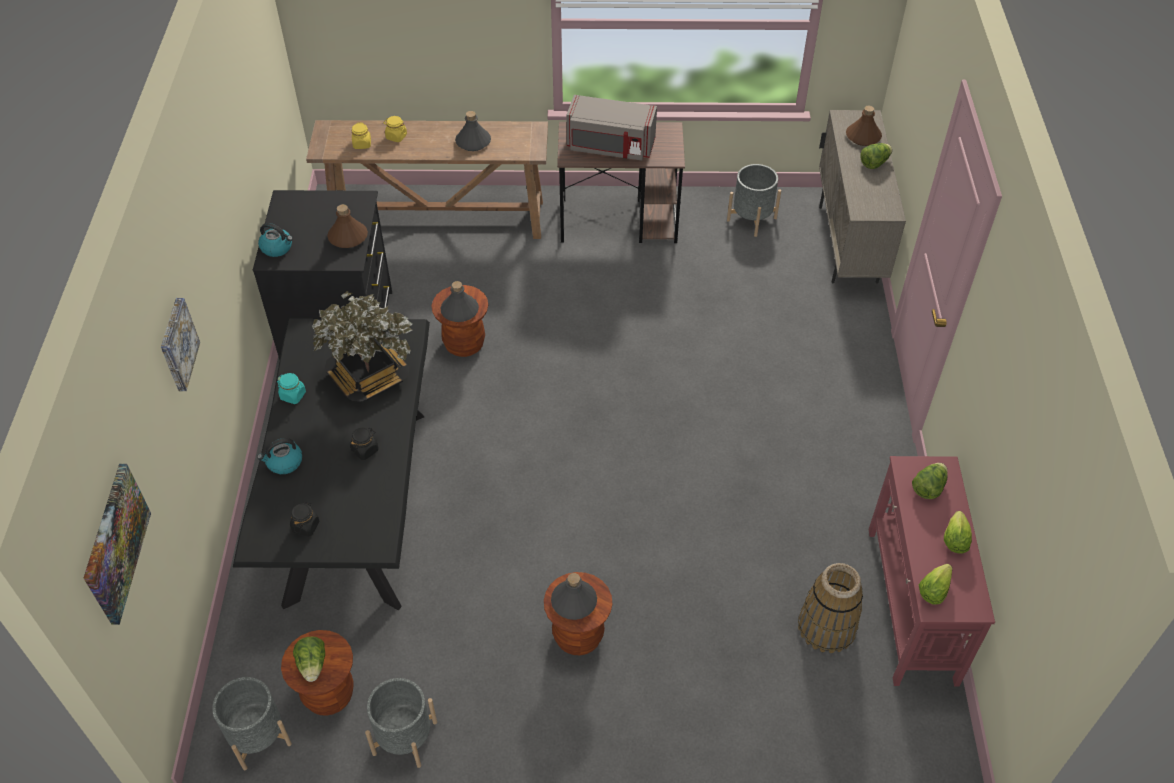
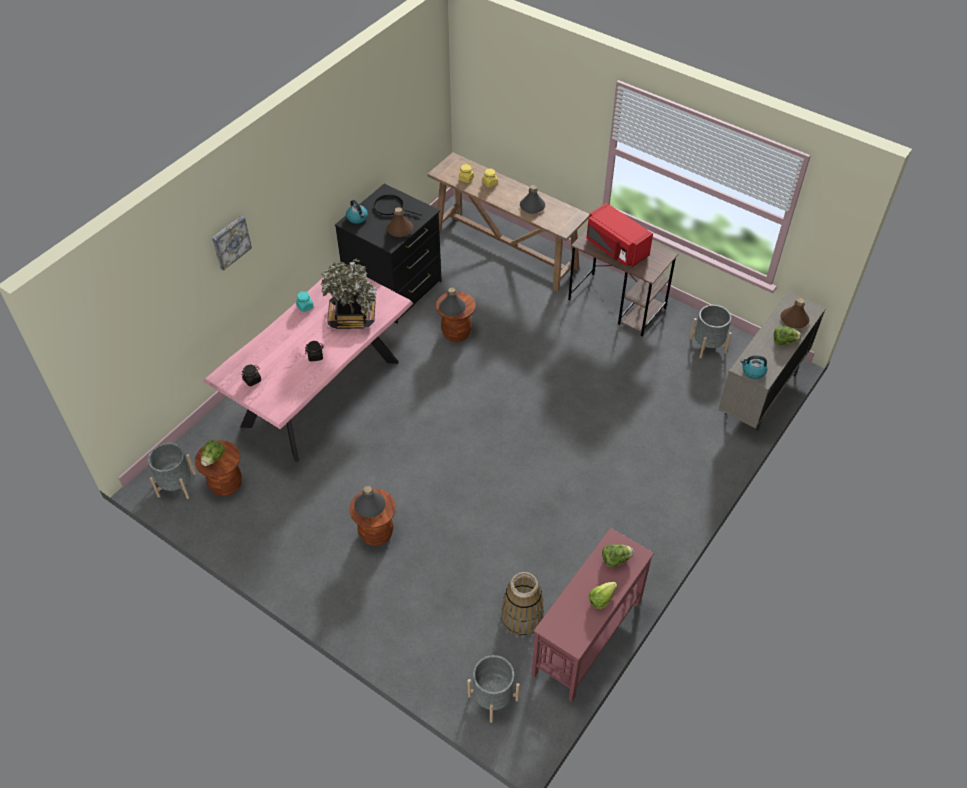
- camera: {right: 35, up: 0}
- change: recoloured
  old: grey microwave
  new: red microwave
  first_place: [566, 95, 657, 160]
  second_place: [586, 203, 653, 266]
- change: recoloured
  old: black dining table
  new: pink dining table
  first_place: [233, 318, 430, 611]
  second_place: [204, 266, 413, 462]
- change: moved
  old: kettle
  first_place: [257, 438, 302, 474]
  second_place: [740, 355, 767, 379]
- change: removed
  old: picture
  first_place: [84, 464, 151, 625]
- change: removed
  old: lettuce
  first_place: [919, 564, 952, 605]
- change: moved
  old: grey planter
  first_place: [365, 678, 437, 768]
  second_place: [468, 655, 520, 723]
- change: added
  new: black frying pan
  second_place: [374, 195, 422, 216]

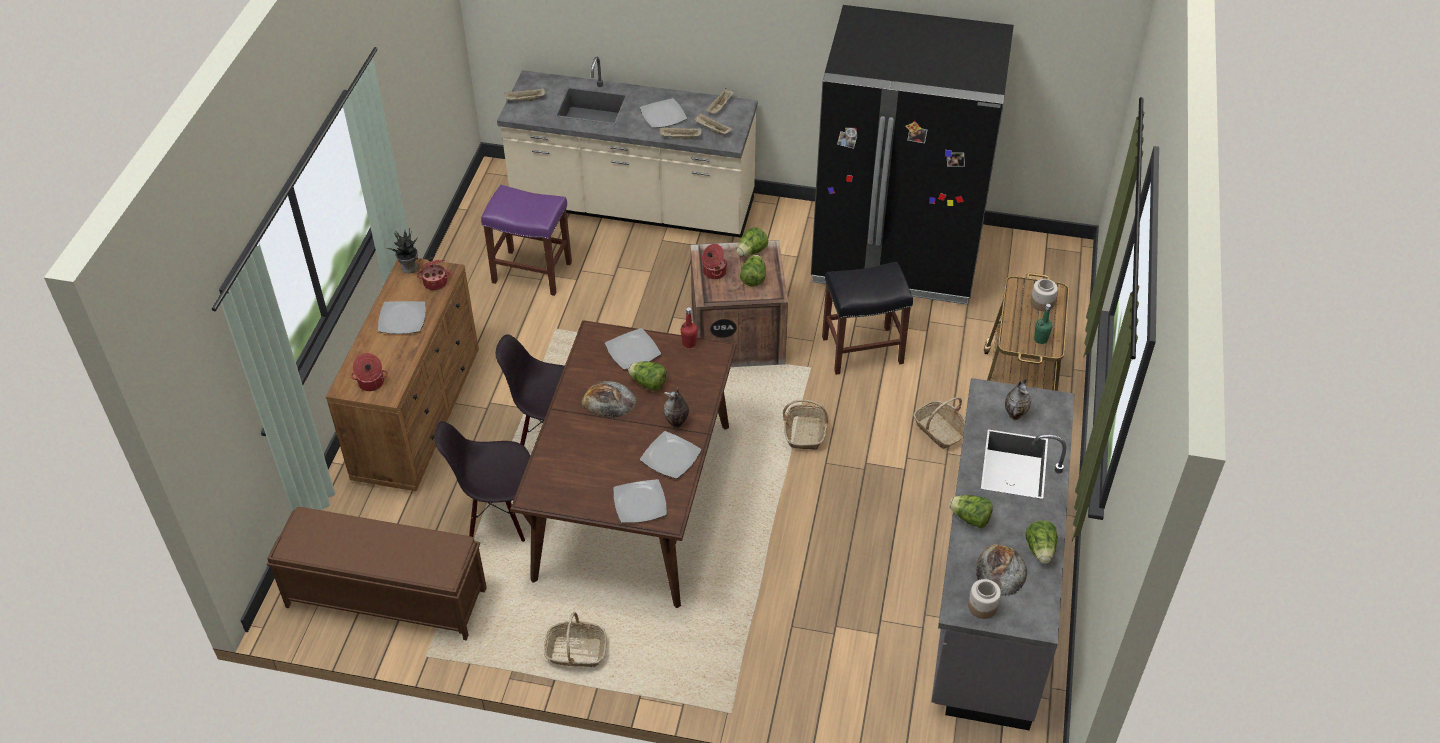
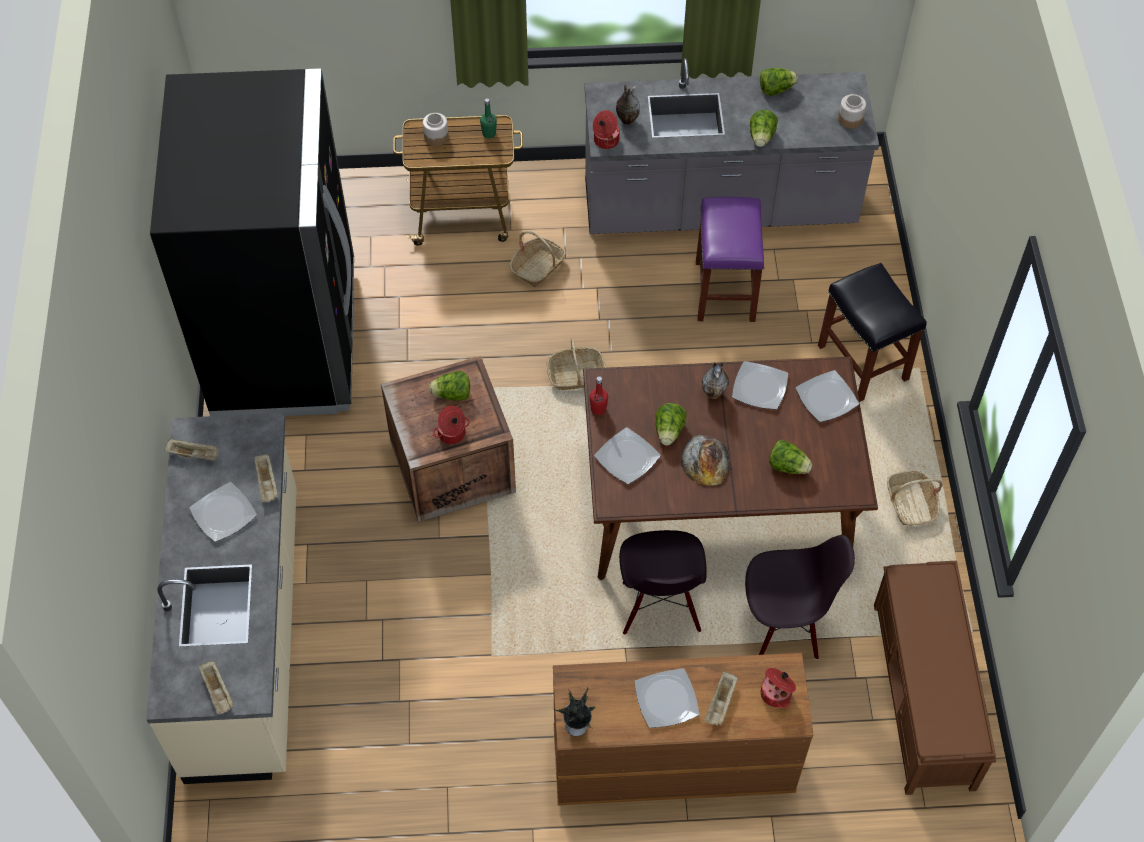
- camera: {right: -105, up: 10}
- change: moved
  old: beige tray
  first_place: [694, 113, 732, 134]
  second_place: [704, 671, 738, 725]
- change: moved
  old: purple stool
  first_place: [481, 185, 572, 296]
  second_place: [696, 197, 764, 322]
- change: moved
  old: lettuce
  first_place: [736, 227, 768, 257]
  second_place: [769, 440, 812, 474]
- change: moved
  old: cooking pot
  first_place: [417, 257, 451, 290]
  second_place: [593, 110, 620, 149]
- change: moved
  old: black stool
  first_place: [822, 261, 913, 375]
  second_place: [818, 263, 927, 402]
- change: turned
  old: black chair
  first_place: [434, 421, 530, 542]
  second_place: [745, 535, 855, 660]
  degrees: -75
- change: removed
  old: bread
  first_place: [976, 545, 1027, 596]

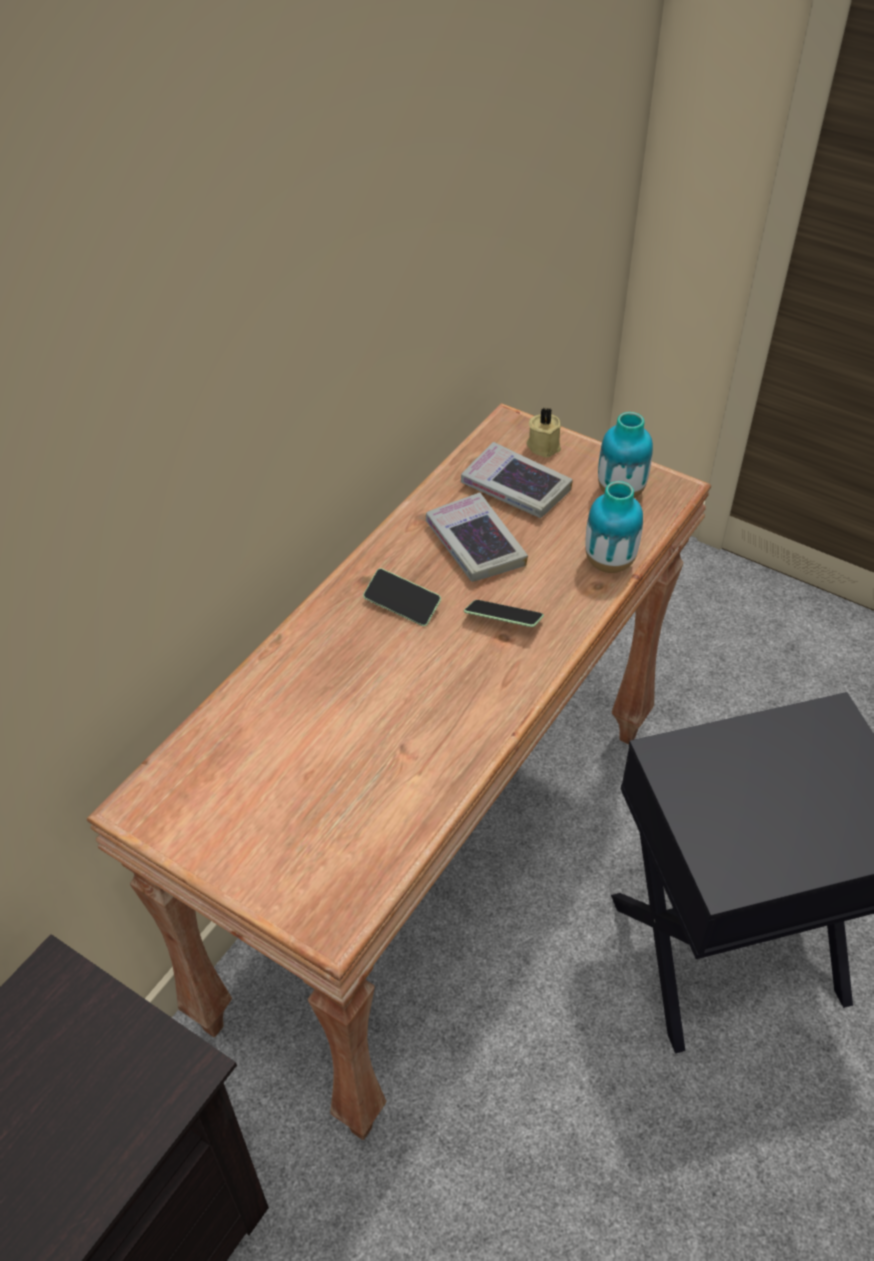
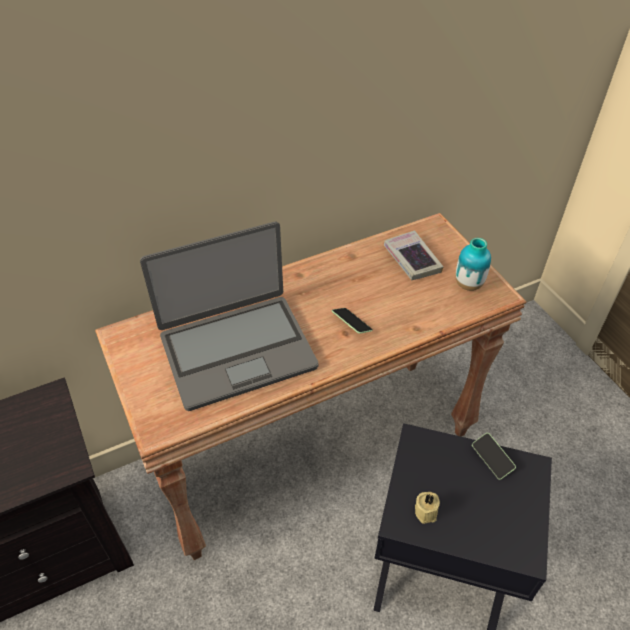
- camera: {right: 30, up: 0}
- change: moved
  old: beige candle
  first_place: [527, 408, 561, 458]
  second_place: [415, 492, 440, 524]
- change: removed
  old: vase
  first_place: [585, 481, 643, 573]
- change: removed
  old: book
  first_place: [426, 493, 528, 582]
- change: moved
  old: phone
  first_place: [363, 568, 441, 626]
  second_place: [472, 433, 516, 480]
- change: added
  new: laptop
  second_place: [140, 222, 318, 411]

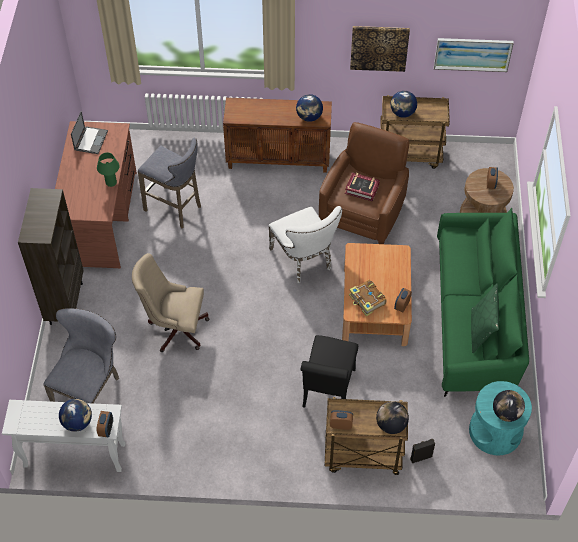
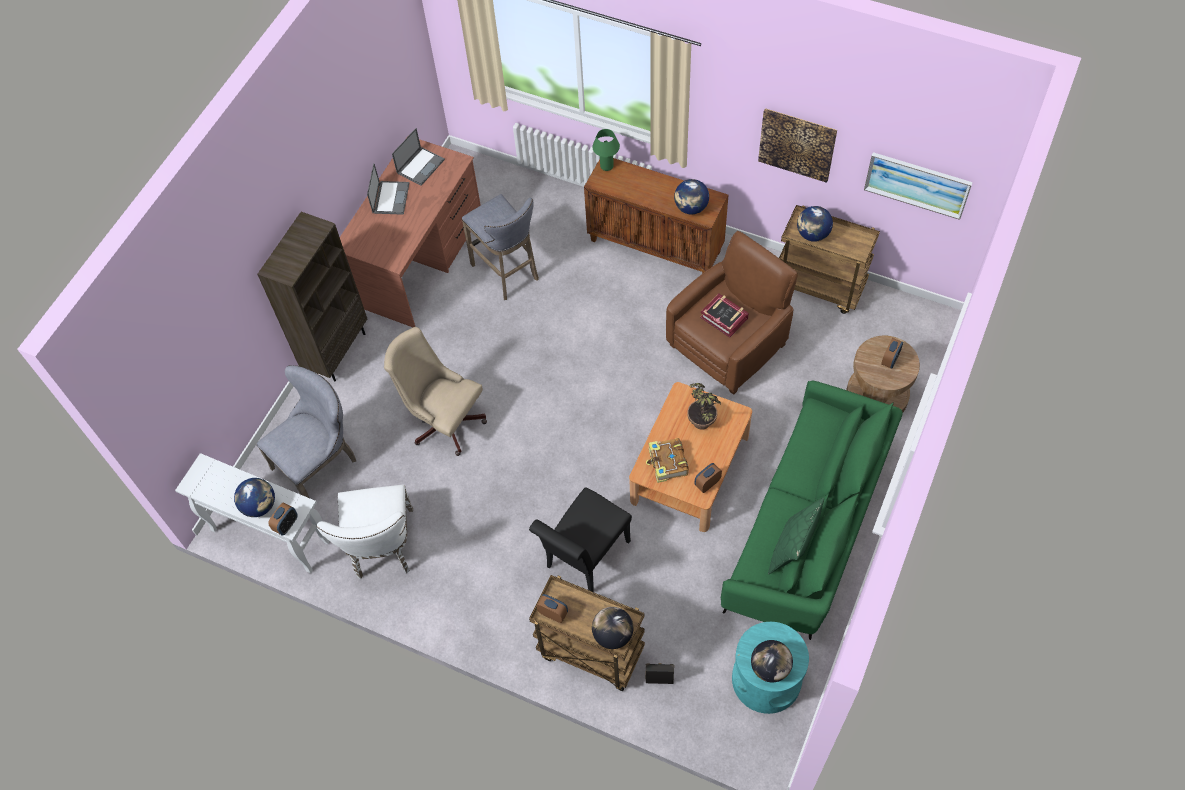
- camera: {right: 25, up: 5}
- change: moved
  old: green table lamp
  first_place: [97, 153, 119, 187]
  second_place: [593, 129, 620, 171]
- change: moved
  old: white chair
  first_place: [269, 206, 342, 283]
  second_place: [317, 485, 413, 579]
- change: added
  new: laptop
  second_place: [367, 163, 409, 215]
- change: added
  new: potted plant
  second_place: [687, 383, 721, 430]

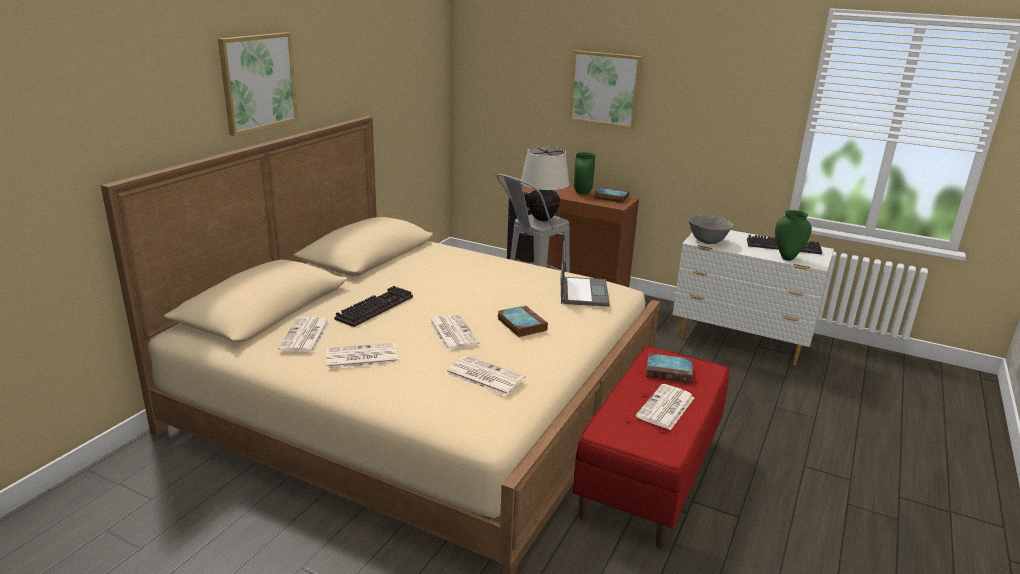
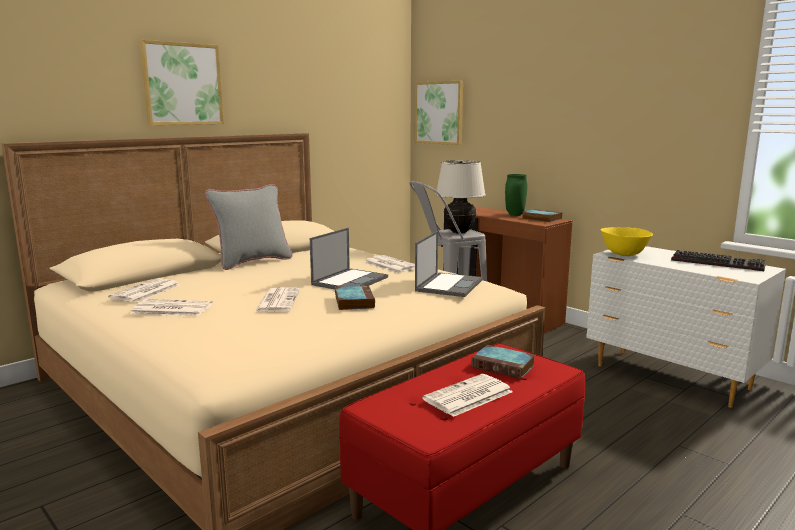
- camera: {right: 20, up: -10}
- change: moved
  old: picture
  first_place: [569, 50, 642, 129]
  second_place: [415, 81, 463, 145]
- change: removed
  old: green vase
  first_place: [775, 210, 812, 261]
- change: recoloured
  old: grey bowl
  new: yellow bowl
  first_place: [688, 215, 733, 244]
  second_place: [601, 227, 653, 256]
- change: removed
  old: keyboard
  first_place: [335, 286, 413, 327]
- change: moved
  old: newspaper
  first_place: [446, 356, 525, 396]
  second_place: [364, 255, 415, 273]
- change: added
  new: grey pillow
  second_place: [205, 184, 292, 270]
- change: added
  new: laptop
  second_place: [310, 228, 388, 289]

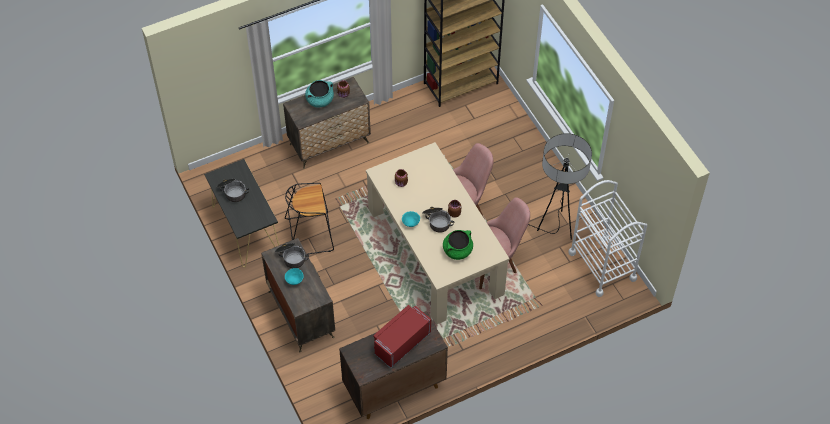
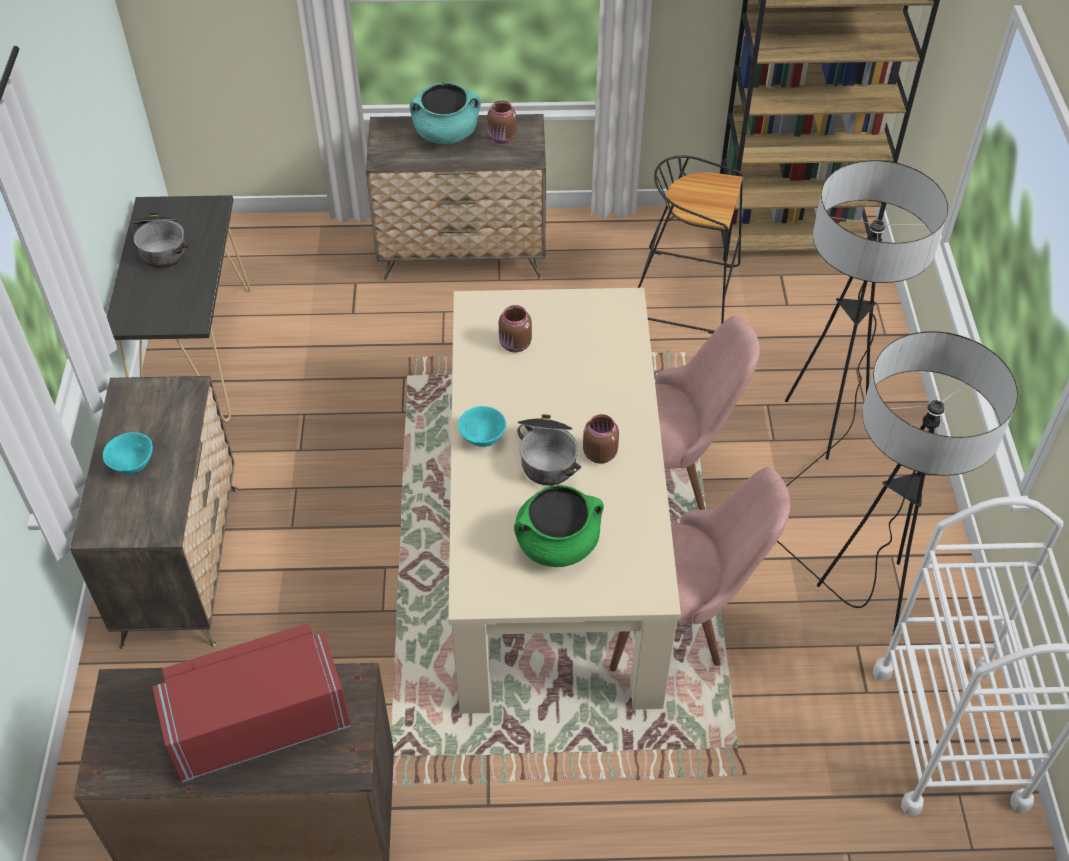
- camera: {right: 25, up: -5}
- change: moved
  old: black stool
  first_place: [285, 183, 334, 254]
  second_place: [638, 155, 743, 334]
- change: removed
  old: cooking pot
  first_place: [275, 243, 309, 268]
- change: added
  new: floor lamp
  second_place: [785, 160, 948, 487]

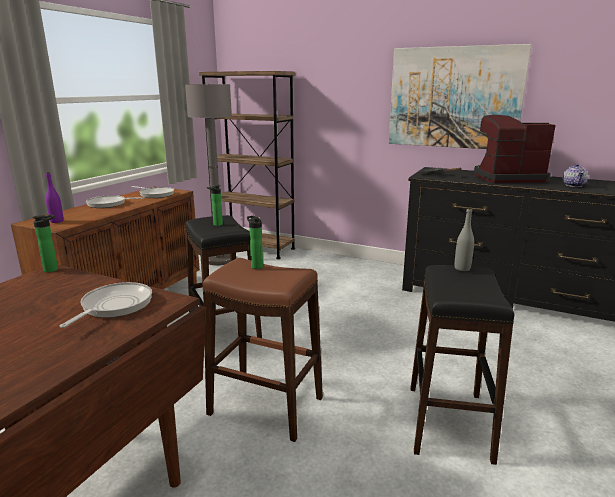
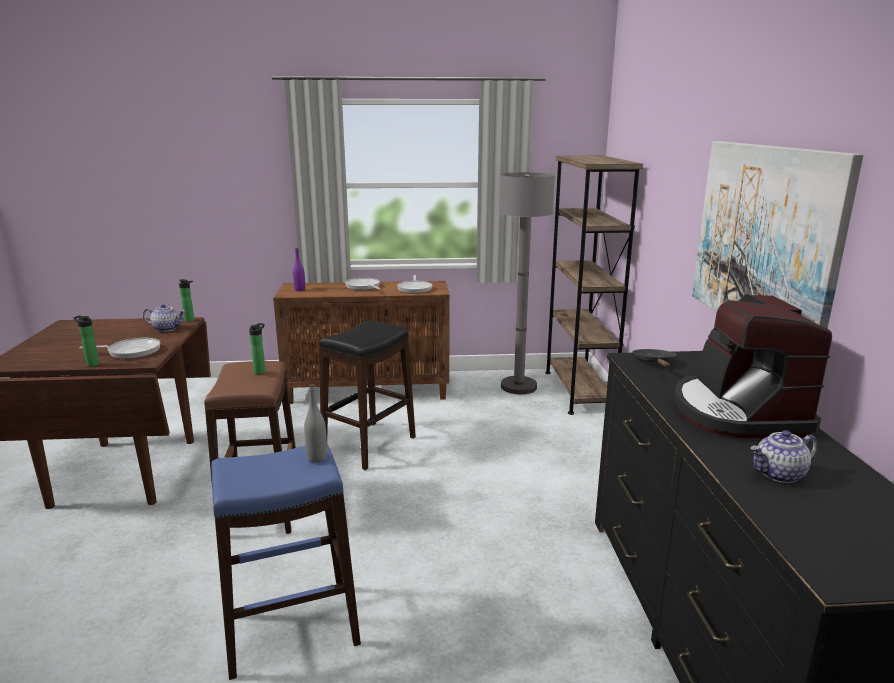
- camera: {right: 60, up: 0}
- change: turned
  old: coffee machine
  first_place: [474, 115, 556, 183]
  second_place: [674, 294, 832, 438]
  degrees: -150
- change: moved
  old: bottle
  first_place: [207, 185, 223, 226]
  second_place: [73, 315, 99, 367]
- change: recoloured
  old: black stool
  new: blue stool
  first_place: [411, 265, 514, 465]
  second_place: [212, 444, 361, 680]
- change: added
  new: teapot
  second_place: [143, 304, 185, 332]

